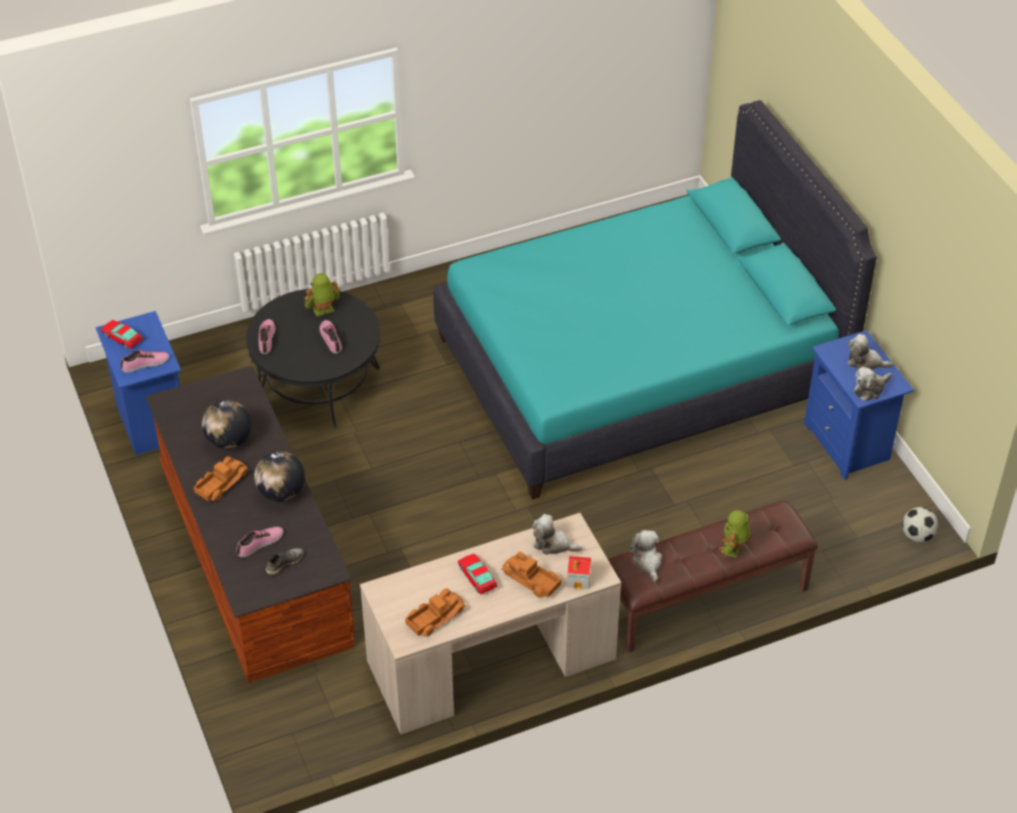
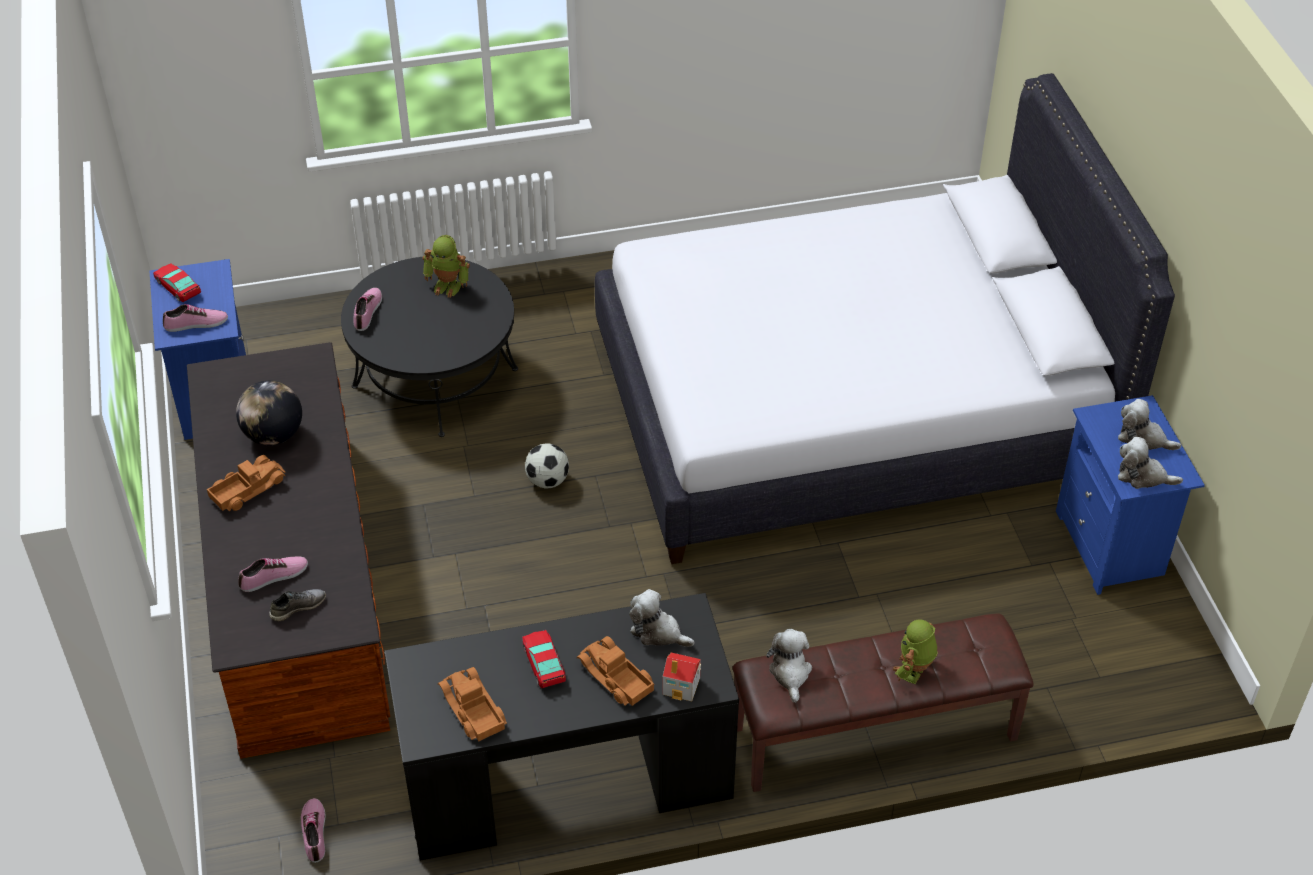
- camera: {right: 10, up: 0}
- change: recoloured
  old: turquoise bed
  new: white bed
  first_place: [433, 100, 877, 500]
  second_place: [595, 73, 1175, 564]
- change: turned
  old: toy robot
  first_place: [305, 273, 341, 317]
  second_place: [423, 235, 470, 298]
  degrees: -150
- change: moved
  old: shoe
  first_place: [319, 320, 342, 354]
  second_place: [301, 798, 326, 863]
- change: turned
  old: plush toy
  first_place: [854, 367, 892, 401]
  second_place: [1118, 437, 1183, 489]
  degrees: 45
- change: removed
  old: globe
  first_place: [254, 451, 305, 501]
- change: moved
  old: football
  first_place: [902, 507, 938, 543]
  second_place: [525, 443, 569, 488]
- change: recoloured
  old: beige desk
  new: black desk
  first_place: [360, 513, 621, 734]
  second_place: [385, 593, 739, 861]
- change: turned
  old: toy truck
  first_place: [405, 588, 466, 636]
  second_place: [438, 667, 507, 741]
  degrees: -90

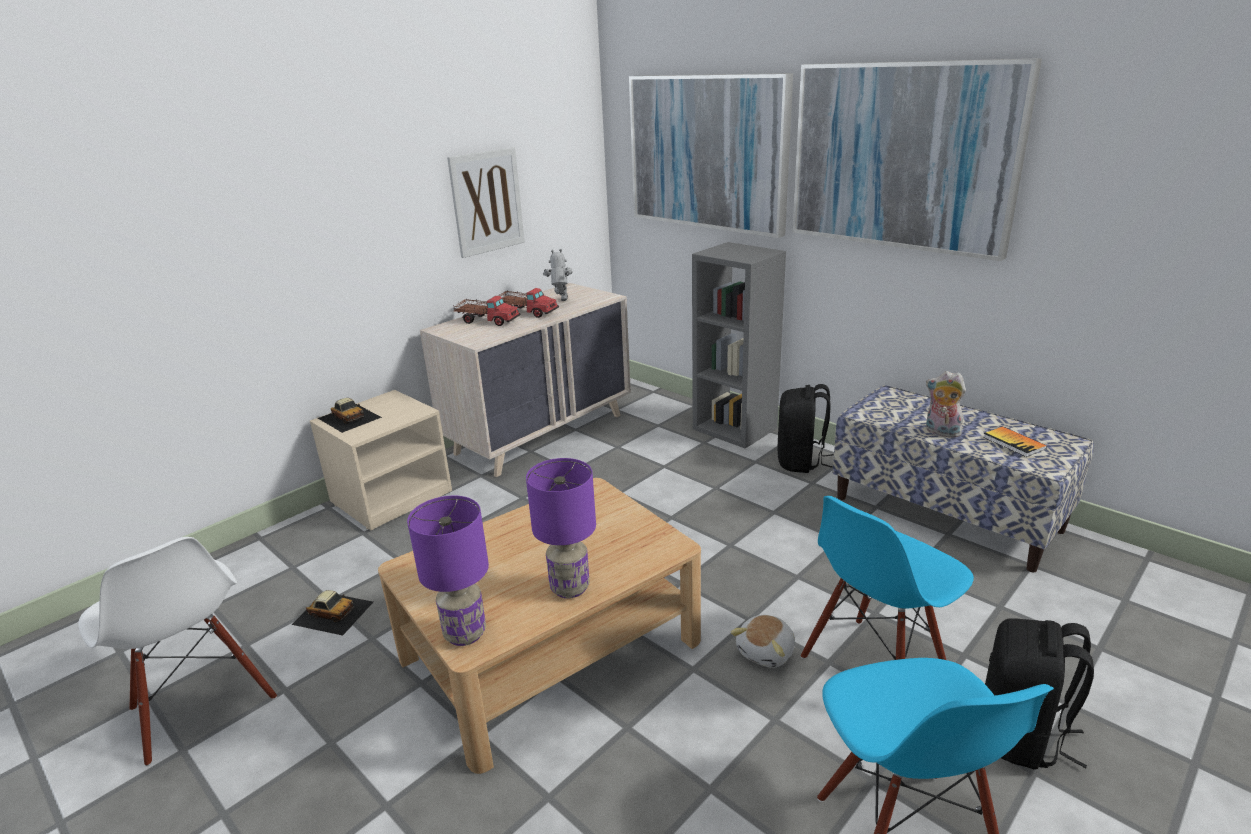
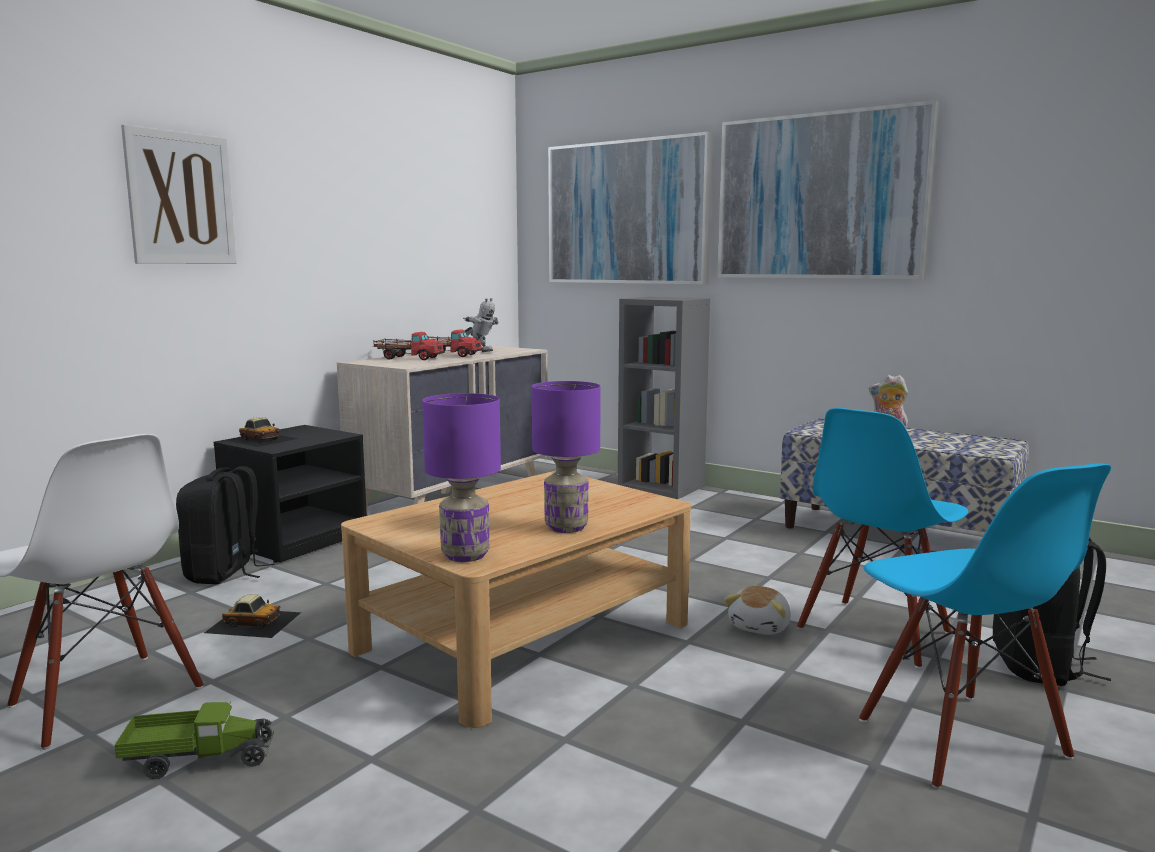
- camera: {right: -10, up: -15}
- change: moved
  old: picture
  first_place: [447, 147, 525, 258]
  second_place: [121, 124, 236, 264]
- change: turned
  old: toy robot
  first_place: [543, 249, 572, 301]
  second_place: [463, 298, 499, 352]
  degrees: 135
- change: moved
  old: black backpack
  first_place: [777, 384, 834, 473]
  second_place: [176, 466, 275, 584]
- change: recoloured
  old: beige nightstand
  new: black nightstand
  first_place: [310, 390, 452, 530]
  second_place: [214, 425, 367, 563]
- change: removed
  old: book
  first_place: [983, 426, 1047, 457]
- change: added
  new: toy truck
  second_place: [115, 701, 274, 779]

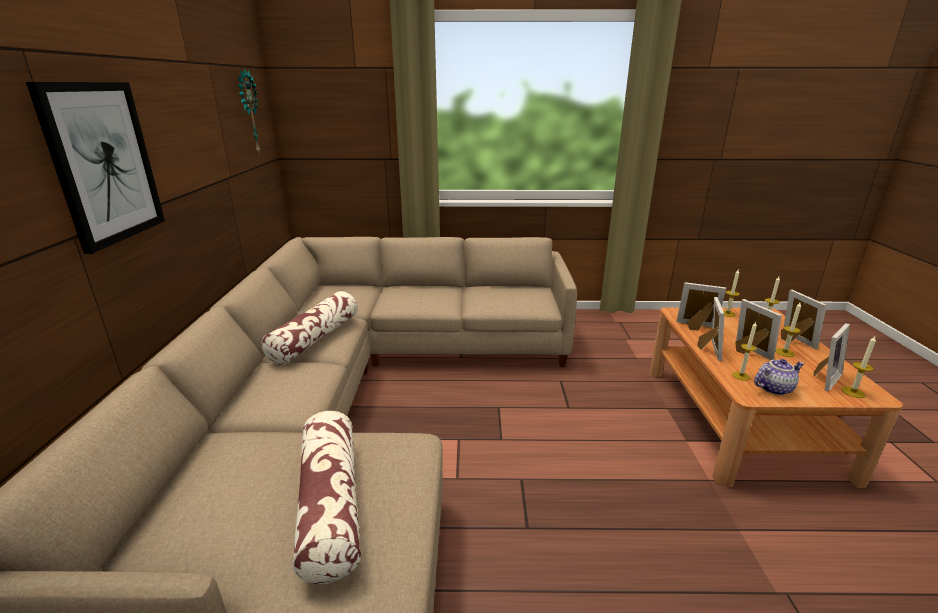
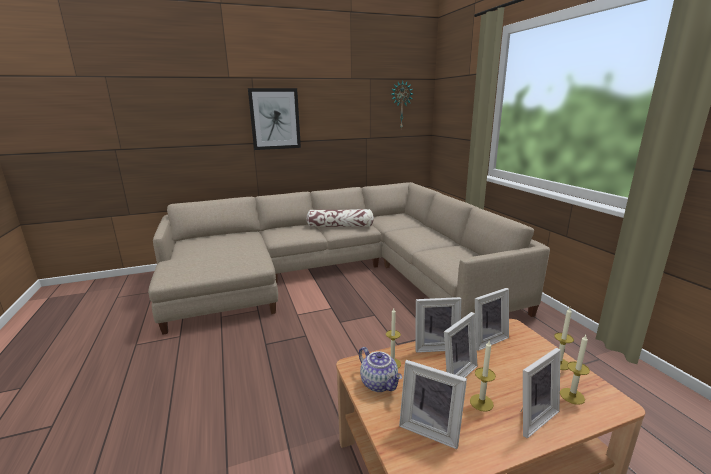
- camera: {right: 70, up: -5}
- change: turned
  old: picture frame
  first_place: [676, 282, 726, 331]
  second_place: [475, 288, 509, 351]
  degrees: 60
- change: removed
  old: candle
  first_place: [841, 336, 876, 398]
- change: removed
  old: pillow
  first_place: [293, 411, 361, 584]

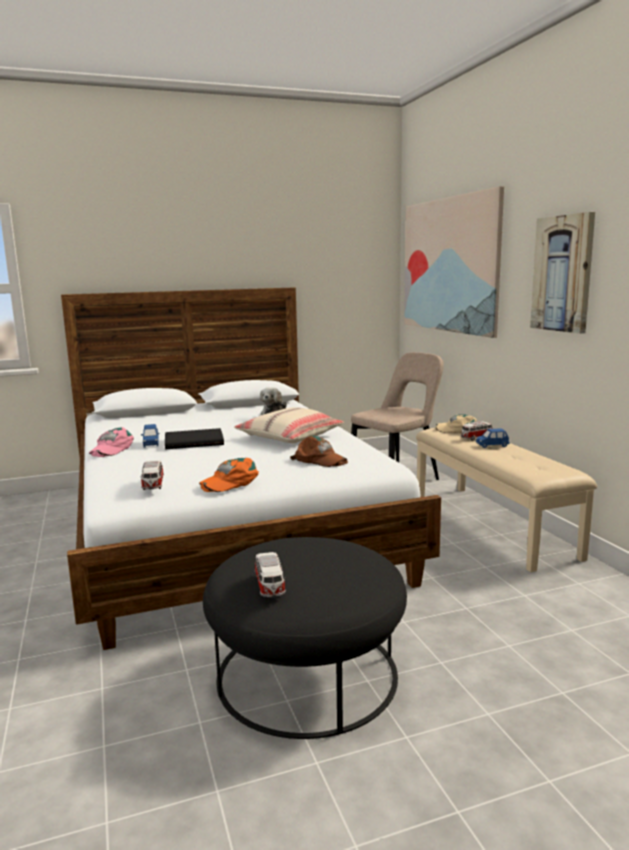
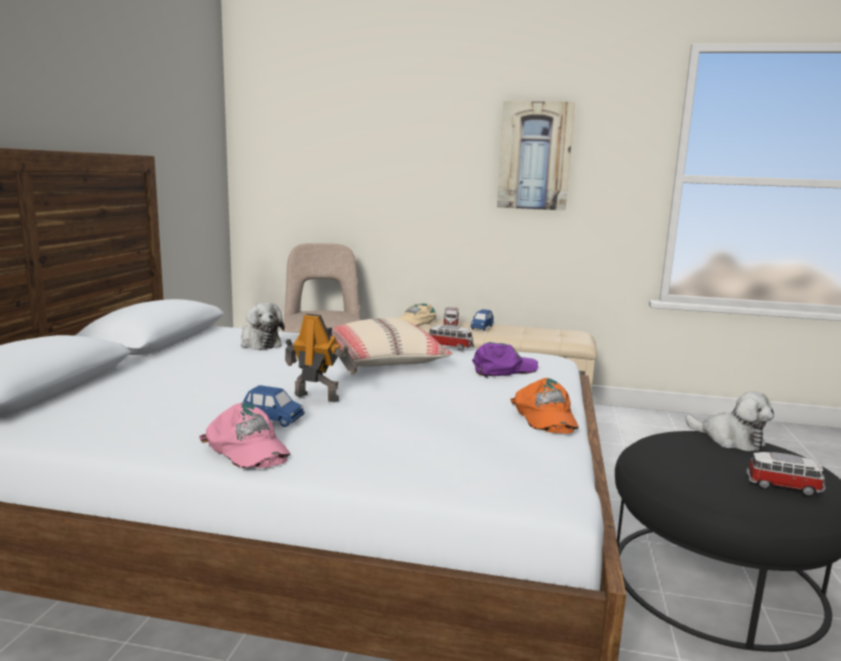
- camera: {right: -60, up: 0}
- change: removed
  old: picture
  first_place: [404, 186, 504, 338]
- change: replaced
  old: black book
  new: toy robot
  first_place: [165, 428, 224, 449]
  second_place: [285, 314, 357, 402]
- change: recoloured
  old: brown cap
  new: purple cap
  first_place: [290, 436, 348, 467]
  second_place: [472, 342, 538, 378]
- change: moved
  old: toy car
  first_place: [140, 460, 164, 490]
  second_place: [429, 325, 474, 351]
- change: added
  new: plush toy
  second_place: [685, 391, 774, 451]

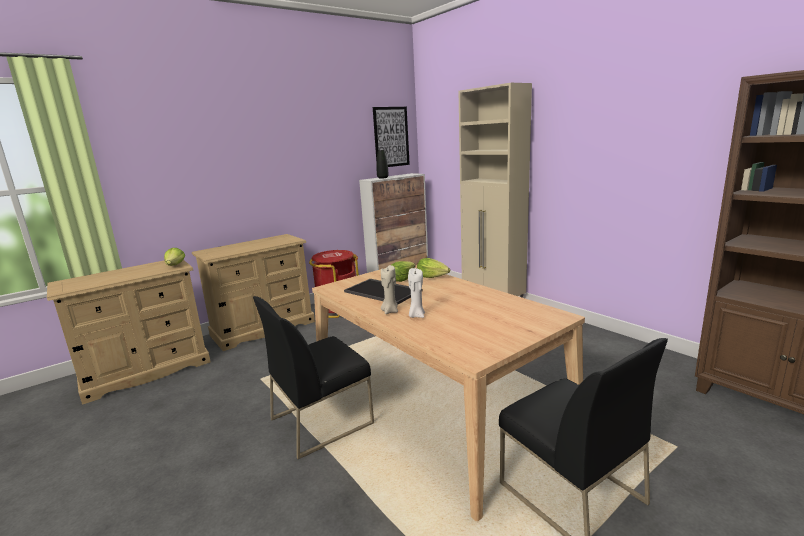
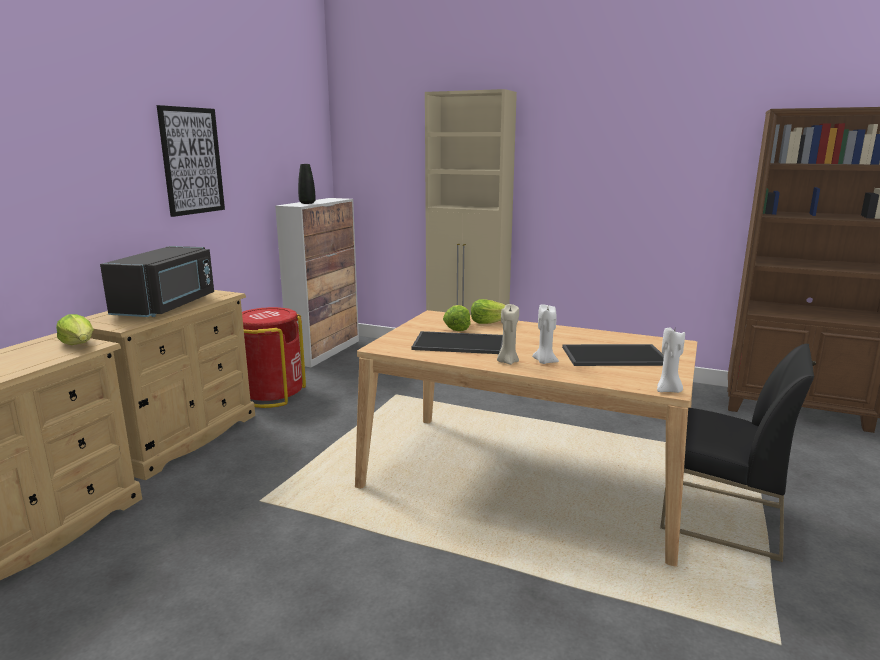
- camera: {right: -30, up: 0}
- change: moved
  old: picture
  first_place: [373, 107, 410, 167]
  second_place: [157, 105, 225, 217]
- change: removed
  old: black chair
  first_place: [253, 296, 374, 459]
- change: added
  new: black microwave
  second_place: [100, 246, 214, 317]
- change: added
  new: white candle
  second_place: [657, 327, 685, 393]
- change: added
  new: tray
  second_place: [562, 344, 664, 366]

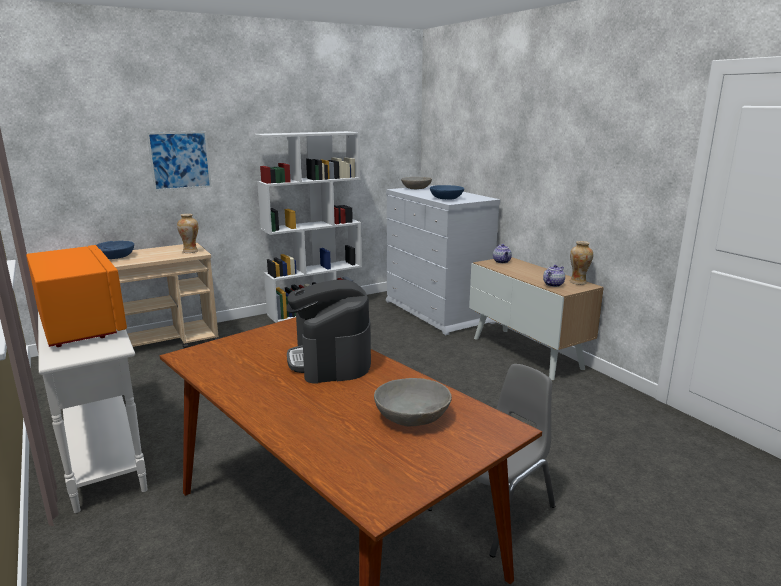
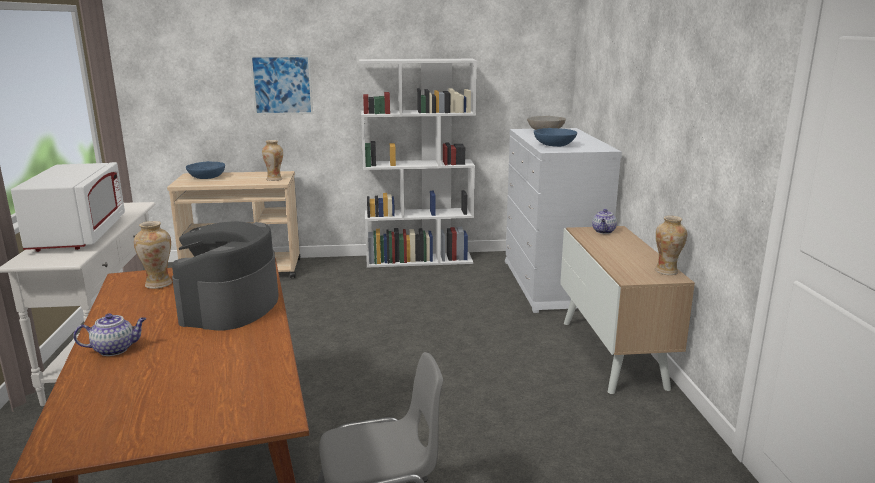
- camera: {right: 25, up: 0}
- change: recoloured
  old: orange microwave
  new: white microwave
  first_place: [26, 245, 127, 347]
  second_place: [11, 162, 125, 252]
- change: moved
  old: teapot
  first_place: [543, 265, 565, 287]
  second_place: [73, 313, 146, 356]
- change: removed
  old: grey bowl
  first_place: [374, 378, 452, 426]
- change: added
  new: vase
  second_place: [134, 221, 172, 289]

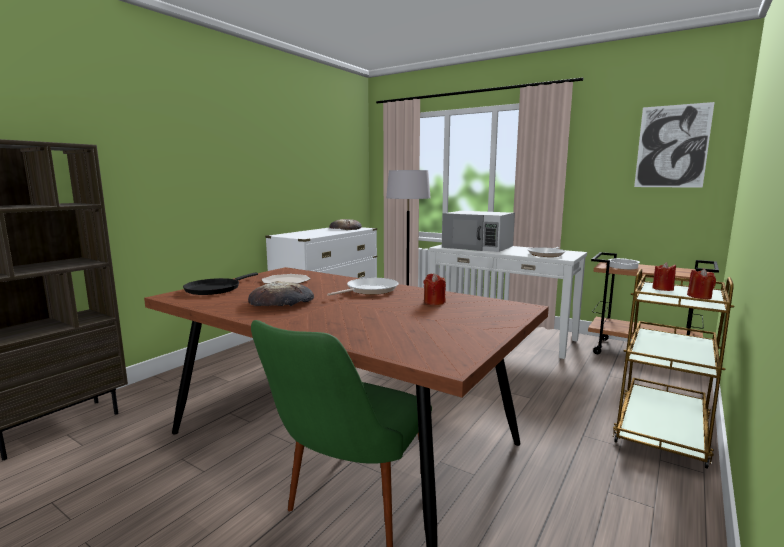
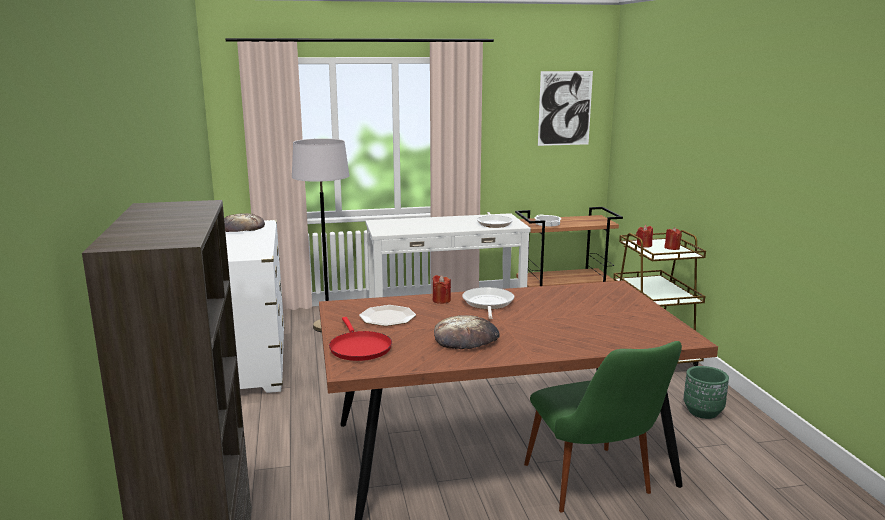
- camera: {right: -45, up: 5}
- change: removed
  old: white microwave
  first_place: [442, 211, 515, 252]
- change: recoloured
  old: black frying pan
  new: red frying pan
  first_place: [183, 273, 258, 295]
  second_place: [329, 317, 392, 361]
- change: moved
  old: red candle
  first_place: [424, 273, 446, 305]
  second_place: [432, 275, 451, 304]
- change: added
  new: green planter
  second_place: [684, 366, 729, 419]

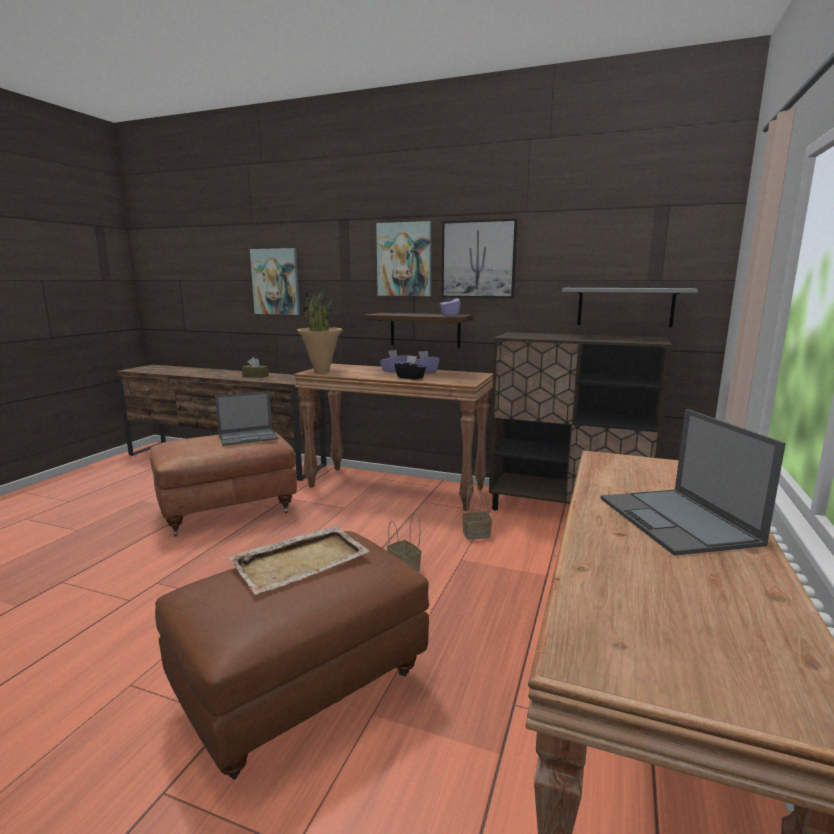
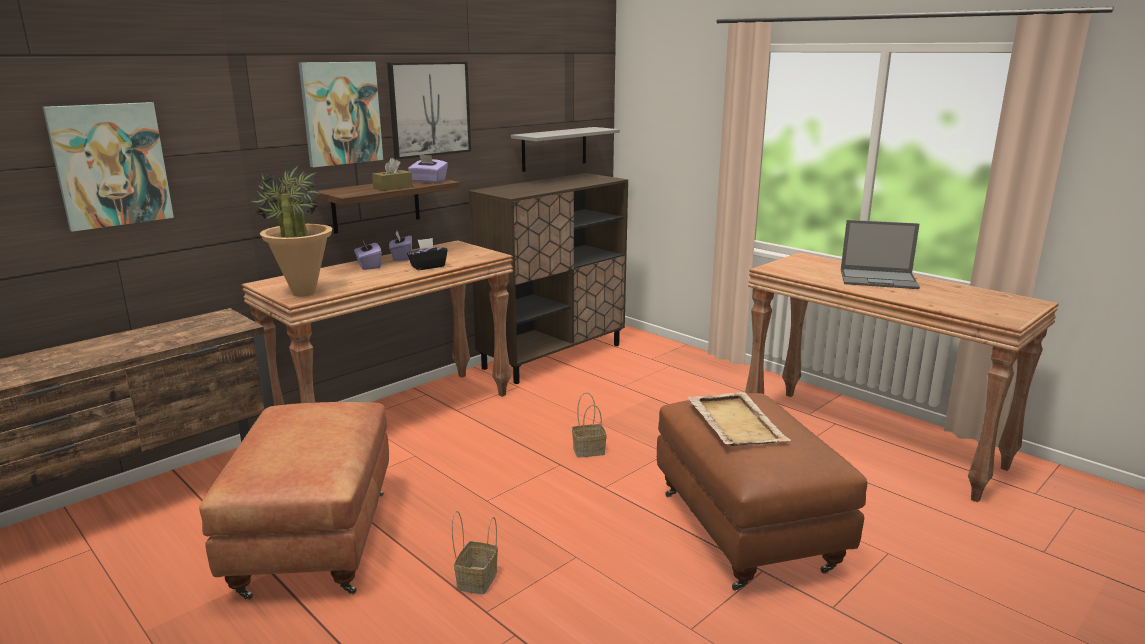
- camera: {right: -65, up: 5}
- change: moved
  old: brown tissue box
  first_place: [242, 357, 269, 378]
  second_place: [372, 158, 413, 191]
- change: removed
  old: laptop
  first_place: [215, 391, 279, 446]
- change: moved
  old: basket
  first_place: [462, 484, 492, 540]
  second_place: [452, 511, 498, 594]

